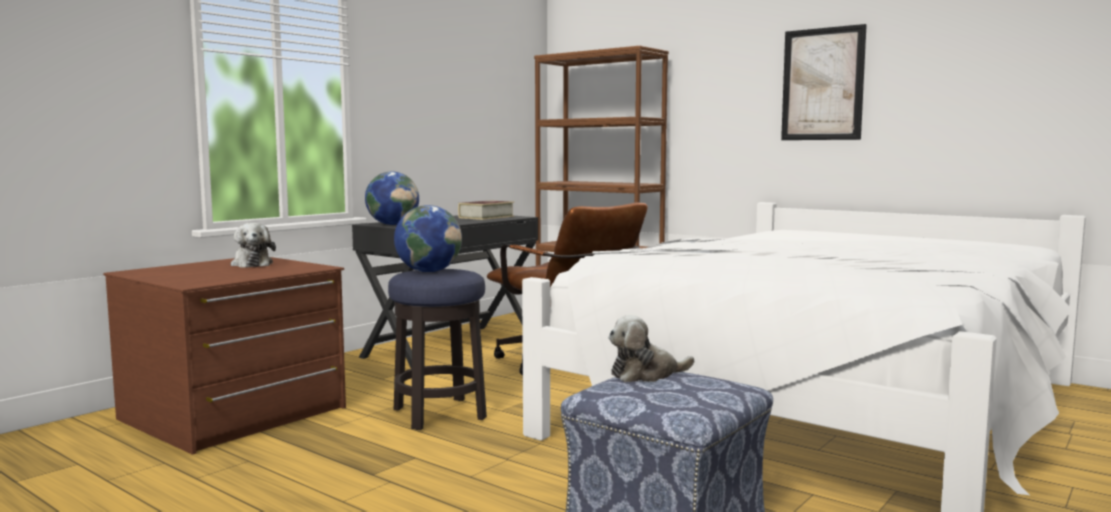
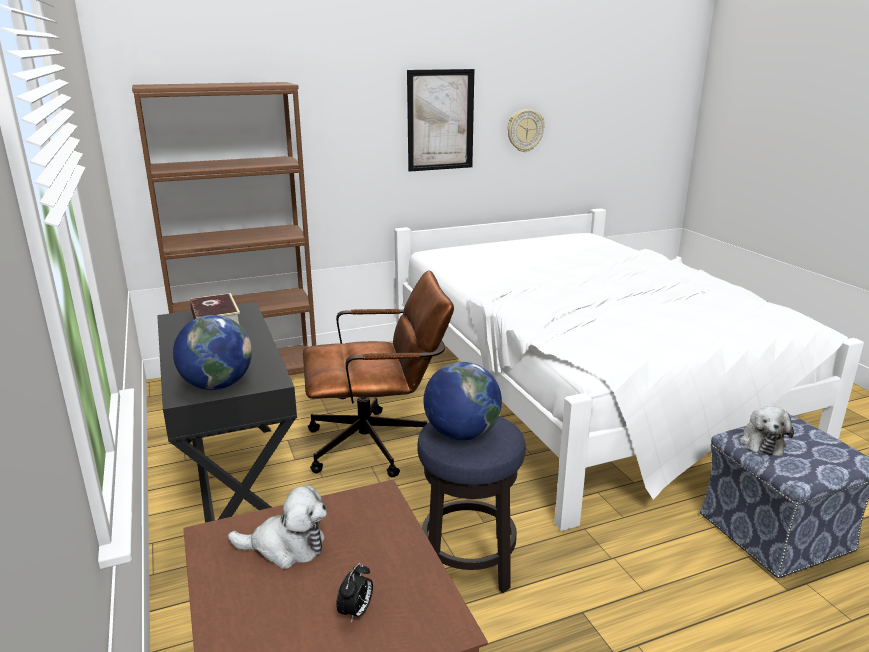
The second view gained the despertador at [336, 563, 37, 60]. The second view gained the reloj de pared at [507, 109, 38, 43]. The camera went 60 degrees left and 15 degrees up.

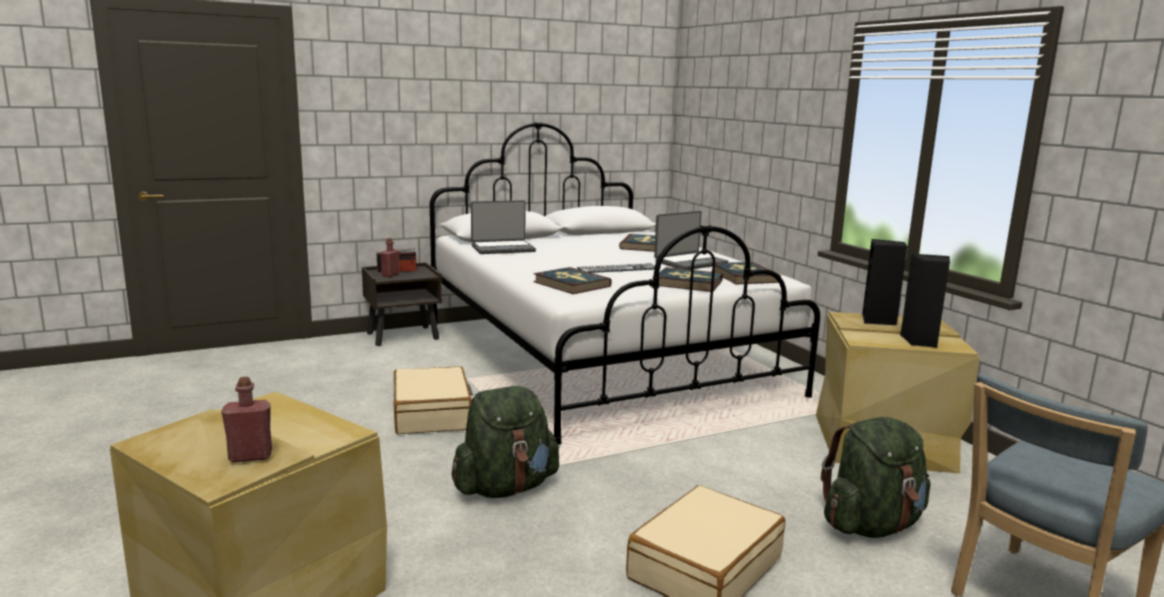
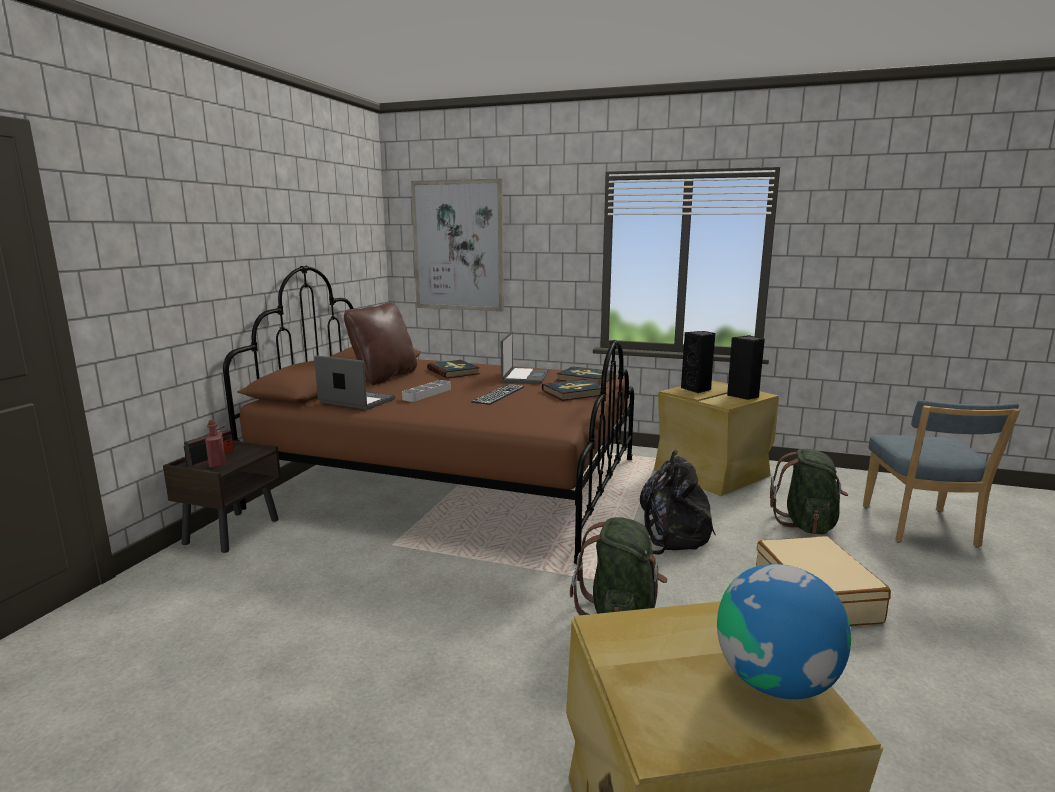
What was the cama (blanco) at [430, 122, 390, 323] turned into the cama (marrón) at [223, 266, 411, 298]. The portátil at [471, 200, 65, 54] ended up facing another way, 90 degrees counterclockwise from before. The second view gained the cojín (marrón) at [344, 303, 73, 82]. The second view gained the bandeja (gris) at [402, 380, 49, 22]. The second view gained the cuadro at [411, 178, 93, 134]. The second view gained the mochila (negro) at [640, 450, 76, 105]. Where the botella (rojo) stood at [221, 377, 51, 86], the globo terráqueo came to stand at [717, 564, 134, 135]. The second view lost the maleta (beis) at [393, 366, 80, 68]. The second view lost the libro at [533, 267, 79, 27]. The camera went 45 degrees left and 0 degrees up.

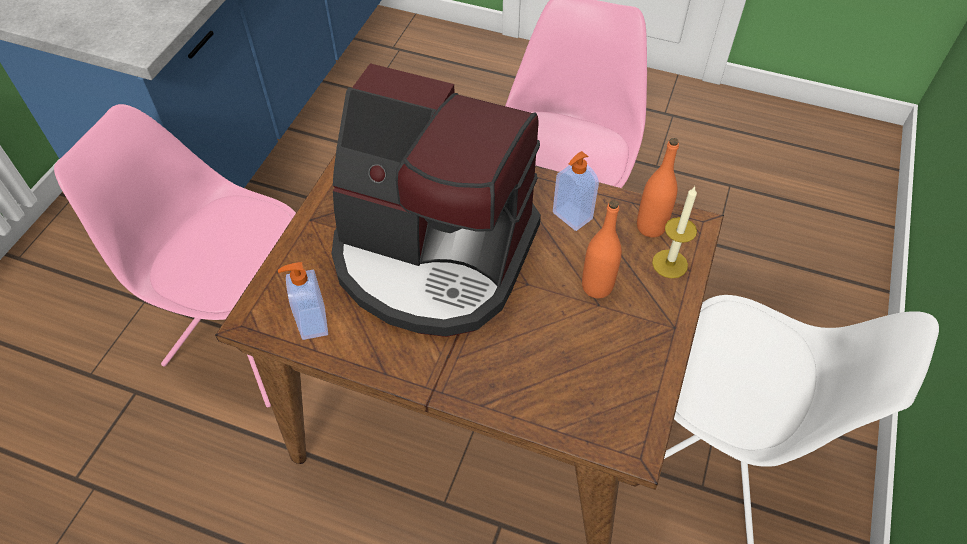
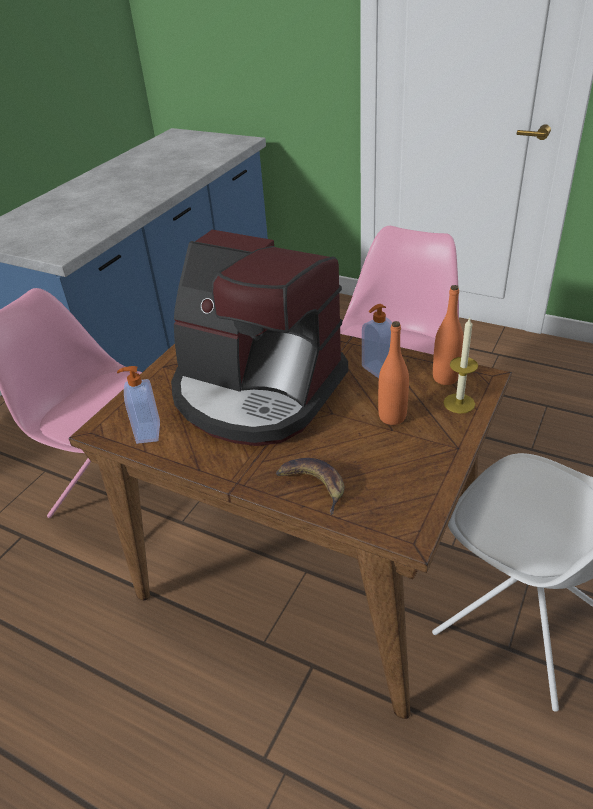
The second view gained the plátano at [276, 458, 69, 57]. The camera went 10 degrees right and 15 degrees down.

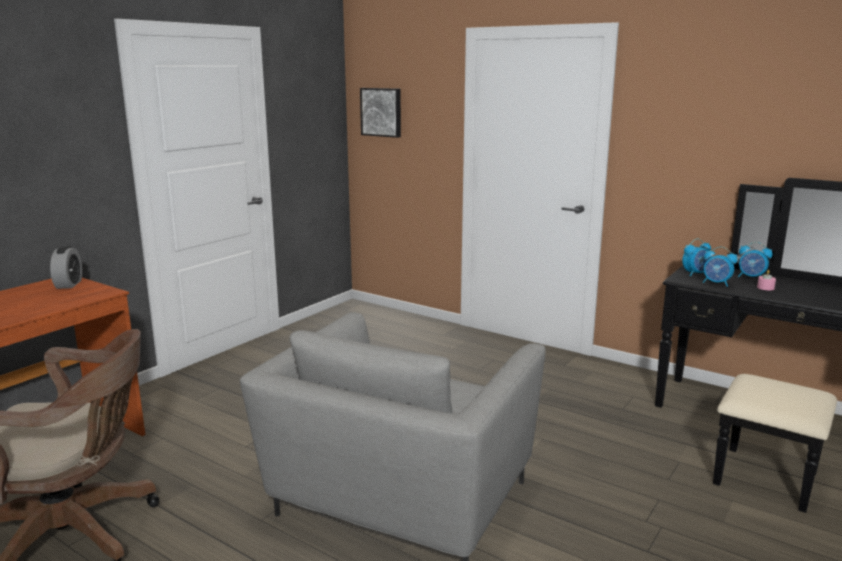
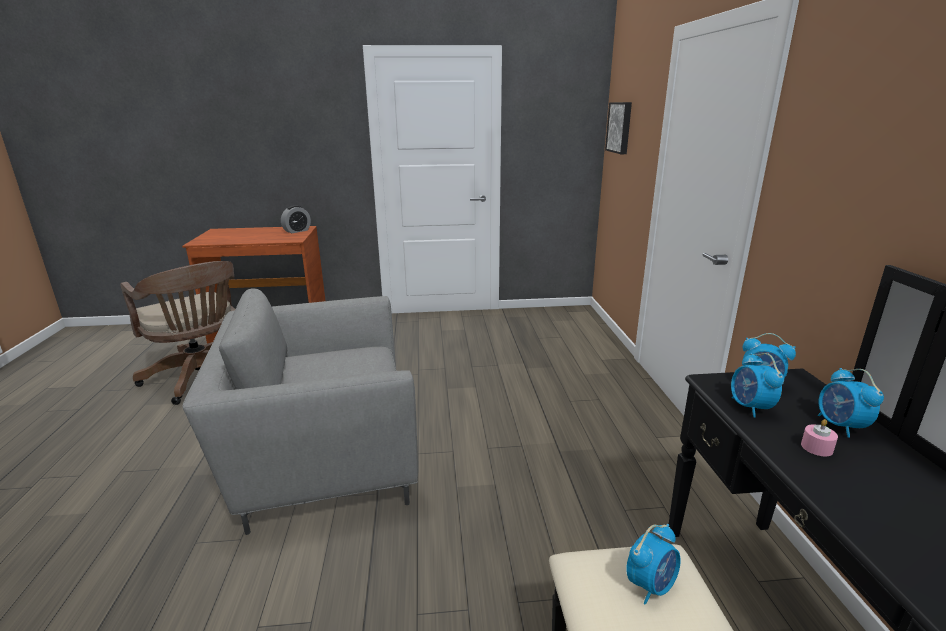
The second view gained the despertador at [626, 524, 55, 81]. The camera went 50 degrees right and 5 degrees up.

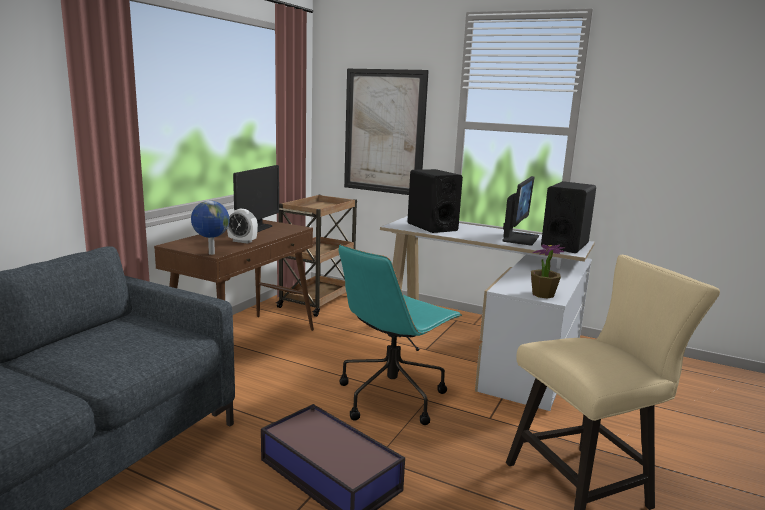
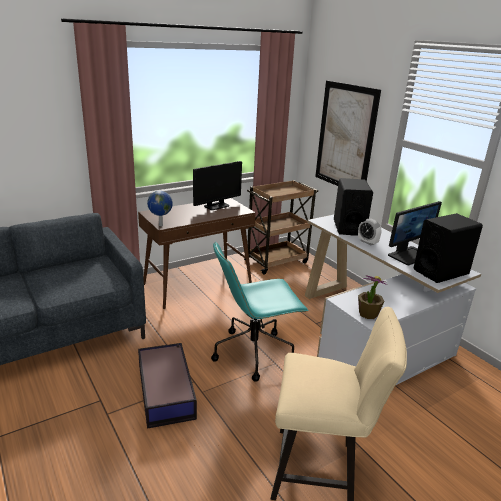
The despertador ended up elsewhere, having gone from [227, 209, 31, 35] to [358, 218, 23, 27]. The camera went 30 degrees right and 10 degrees up.

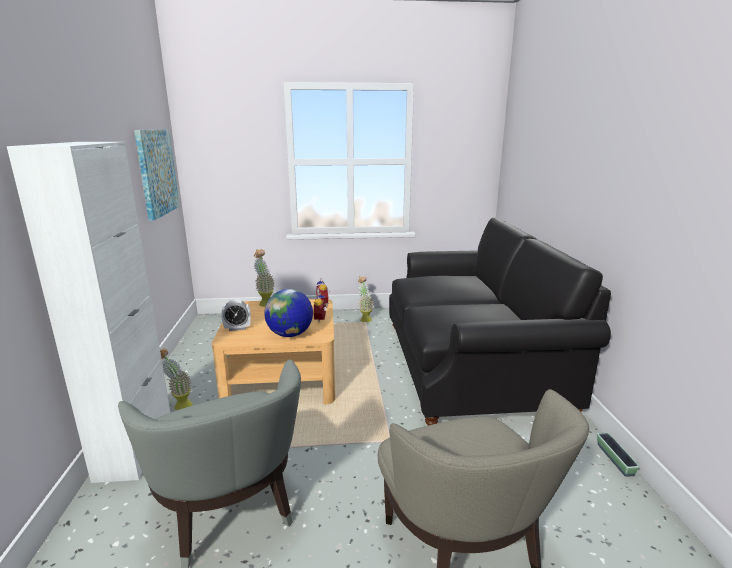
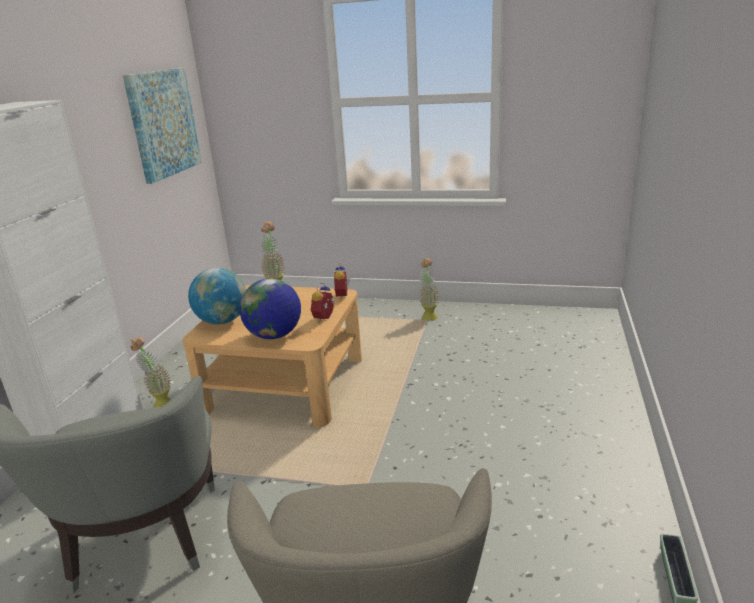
Where the despertador stood at [221, 299, 30, 32], the globo terráqueo came to stand at [188, 267, 58, 57]. The second view lost the sofá (negro) at [389, 218, 222, 207]. The camera went 20 degrees right and 5 degrees up.

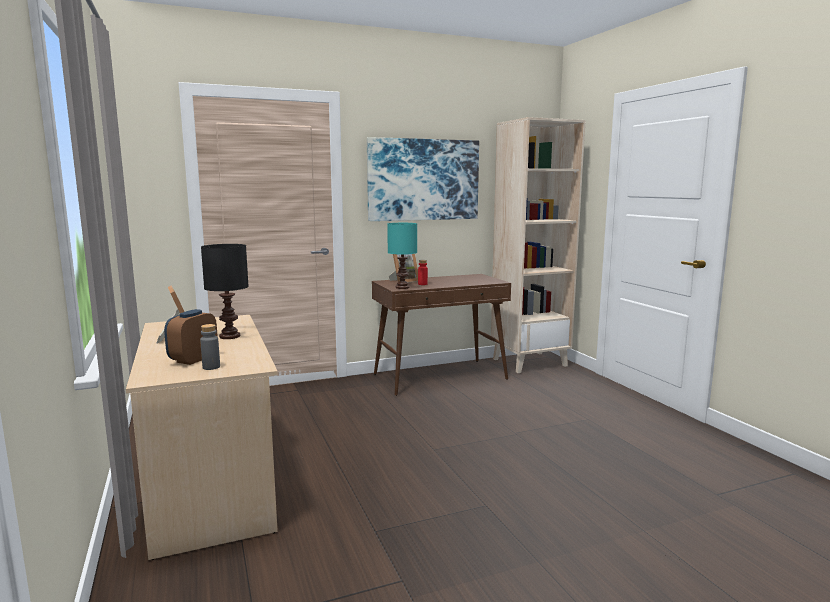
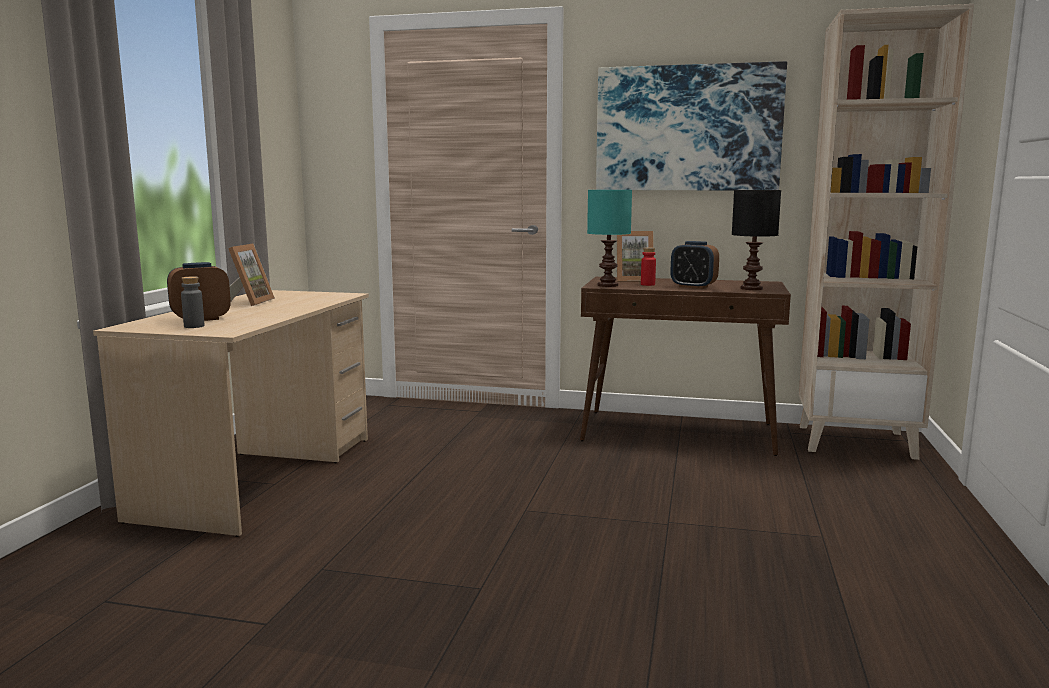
The second view gained the despertador at [670, 241, 49, 48]. The lámpara de mesa (negro) ended up elsewhere, having gone from [201, 244, 48, 95] to [732, 190, 49, 100]. The camera went 35 degrees right and 0 degrees up.

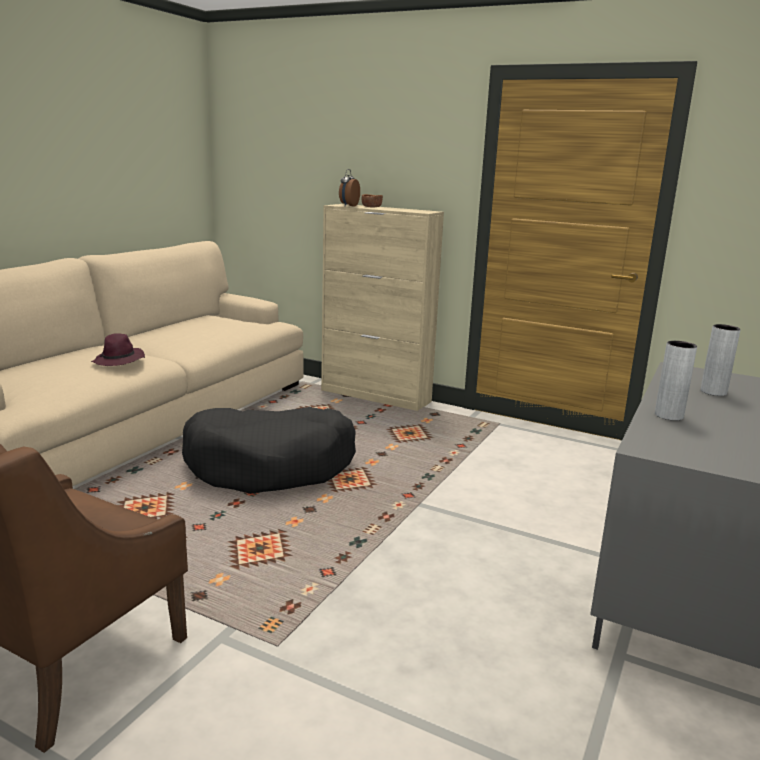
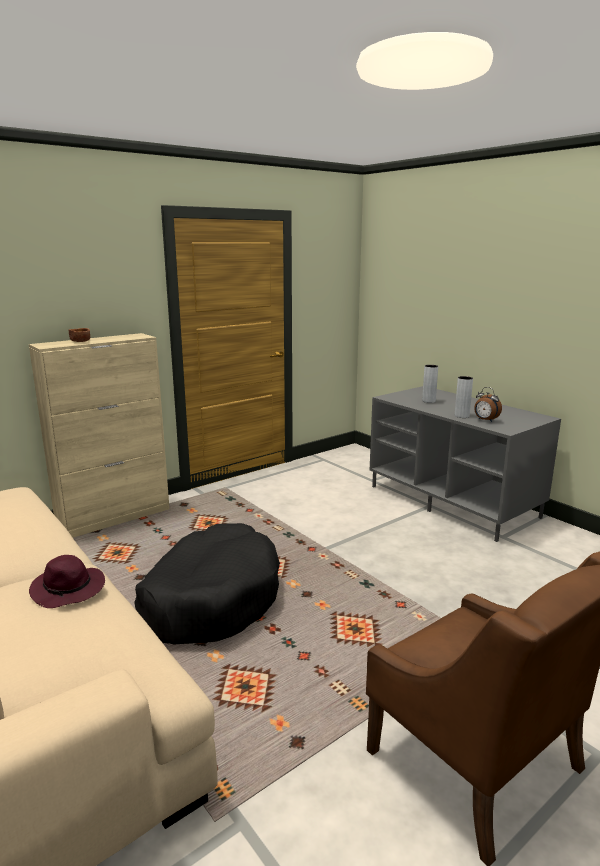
The despertador ended up elsewhere, having gone from [339, 169, 21, 37] to [474, 387, 28, 35]. The camera went 65 degrees left and 0 degrees up.

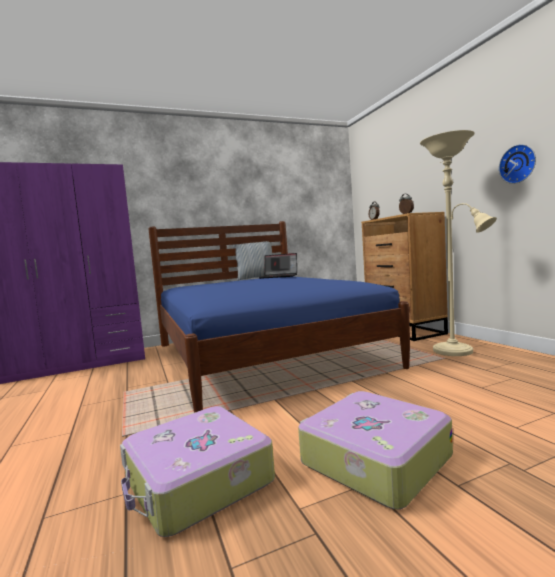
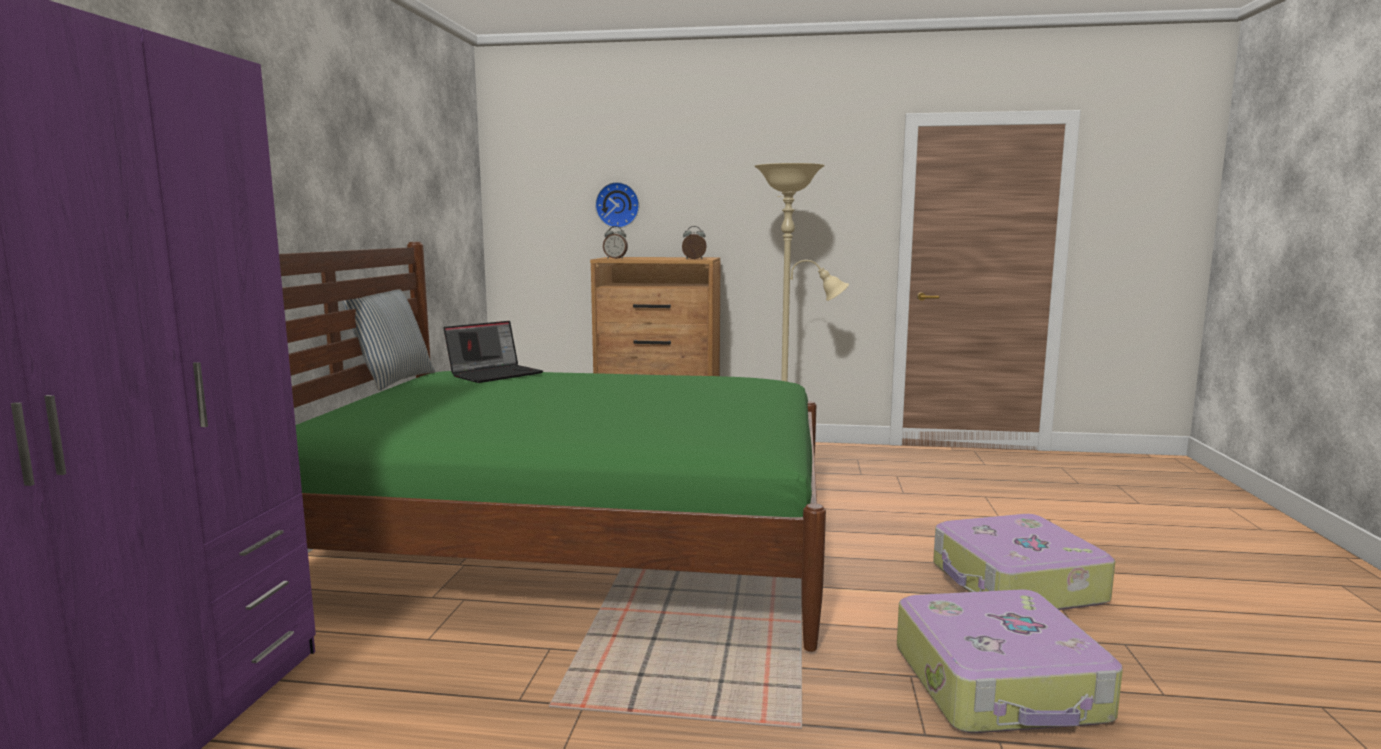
What was the cama (azul) at [148, 221, 262, 192] turned into the cama (verde) at [279, 242, 547, 410]. The reloj de pared ended up elsewhere, having gone from [499, 144, 37, 40] to [595, 182, 44, 46]. The camera went 60 degrees left and 5 degrees up.

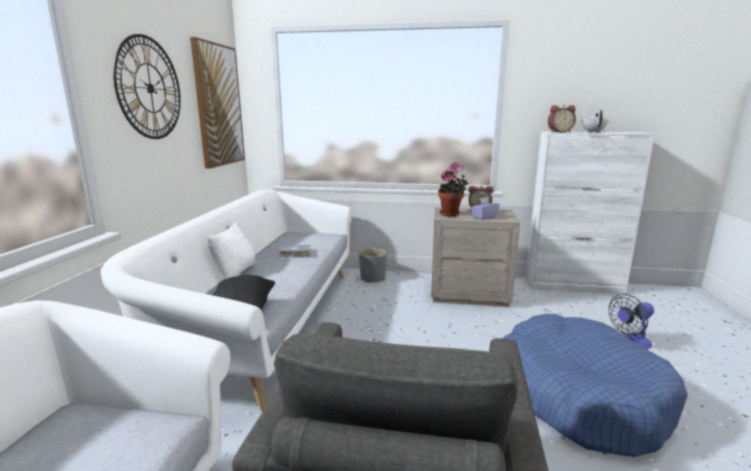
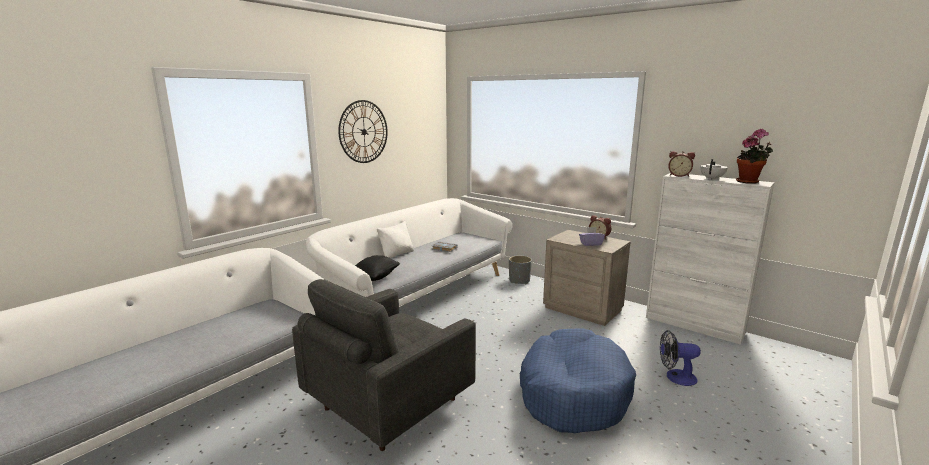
The planta en maceta ended up elsewhere, having gone from [438, 162, 31, 54] to [736, 129, 37, 55]. The second view lost the cuadro at [190, 37, 55, 132]. The camera went 30 degrees right and 0 degrees up.

